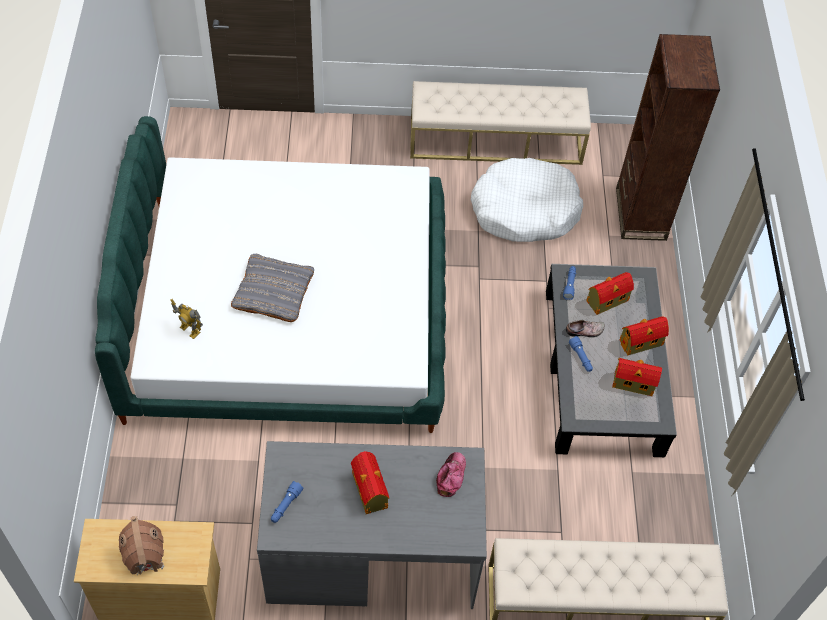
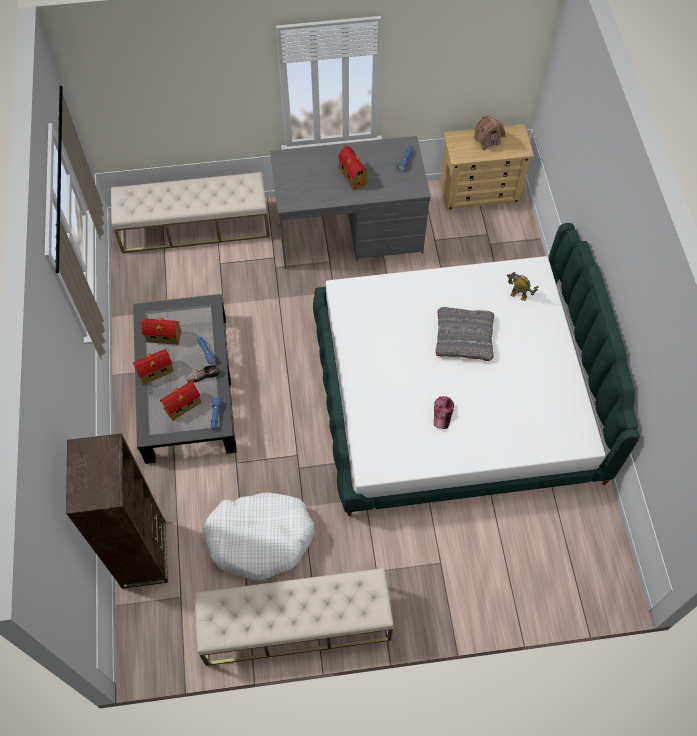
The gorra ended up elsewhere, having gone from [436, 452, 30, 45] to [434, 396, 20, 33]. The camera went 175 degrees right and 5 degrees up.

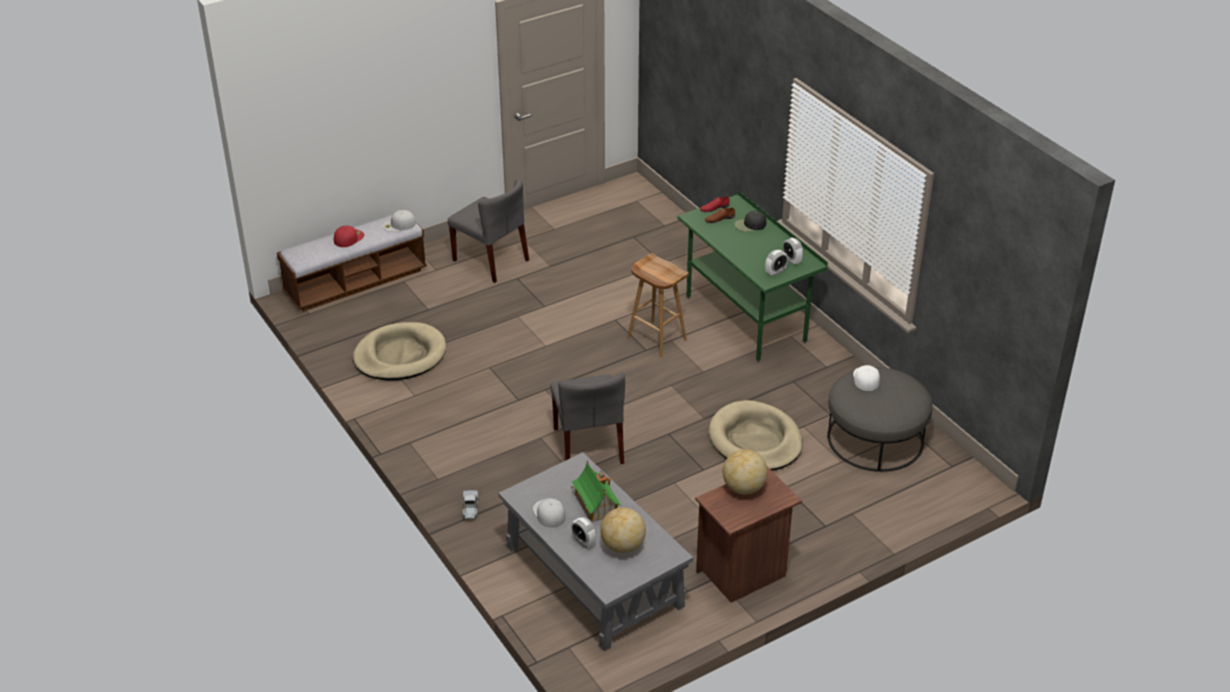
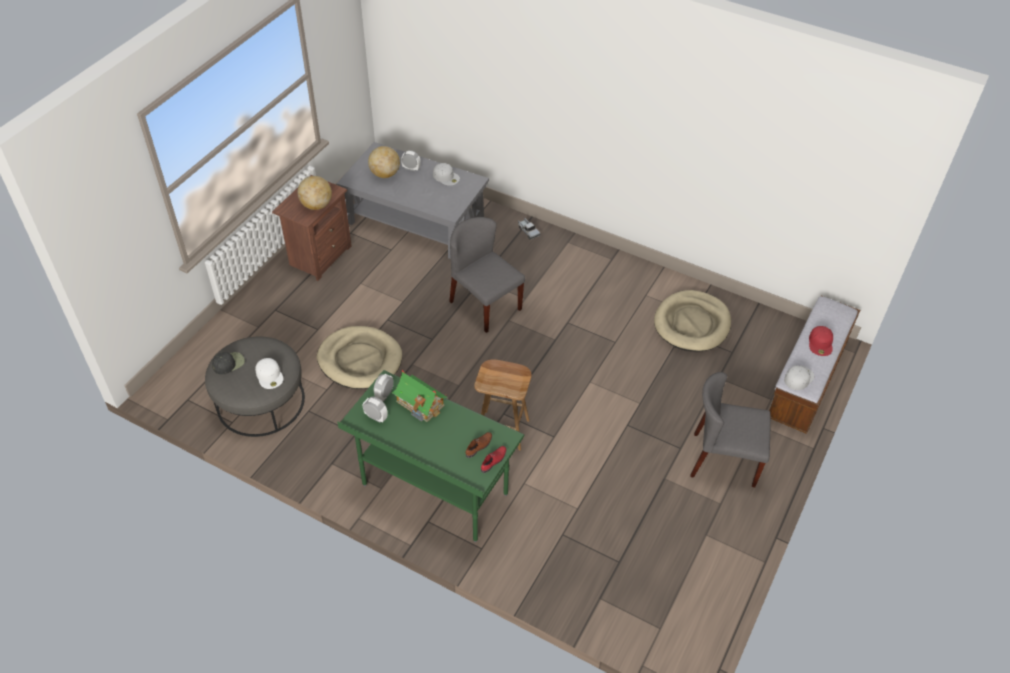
The gorra (negro) ended up elsewhere, having gone from [735, 210, 32, 22] to [212, 352, 33, 23]. The casita ended up elsewhere, having gone from [571, 460, 51, 62] to [392, 370, 56, 52]. The camera went 150 degrees right and 10 degrees up.

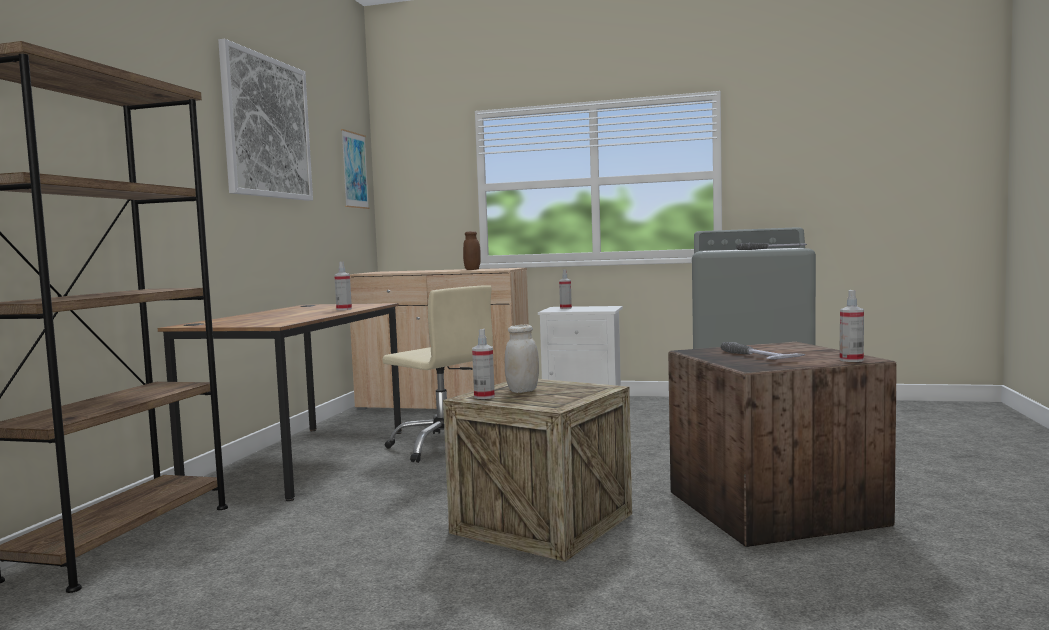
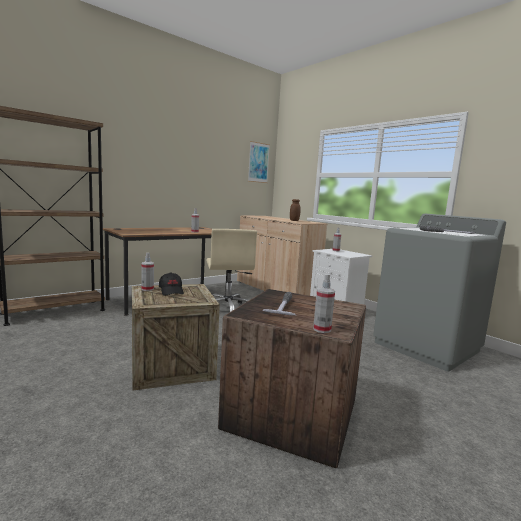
Where the tarro (blanco) stood at [505, 324, 34, 69], the gorra (negro) came to stand at [159, 272, 25, 23]. The second view lost the cuadro at [218, 39, 95, 162]. The camera went 35 degrees right and 5 degrees up.

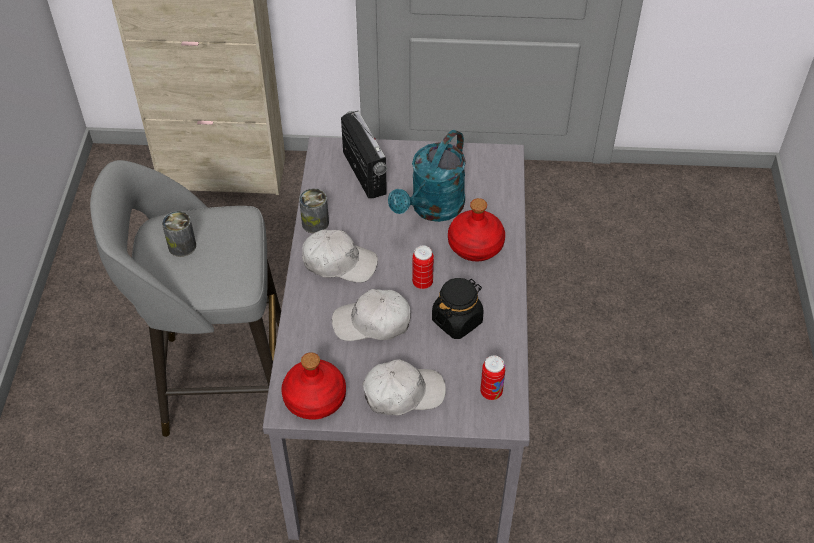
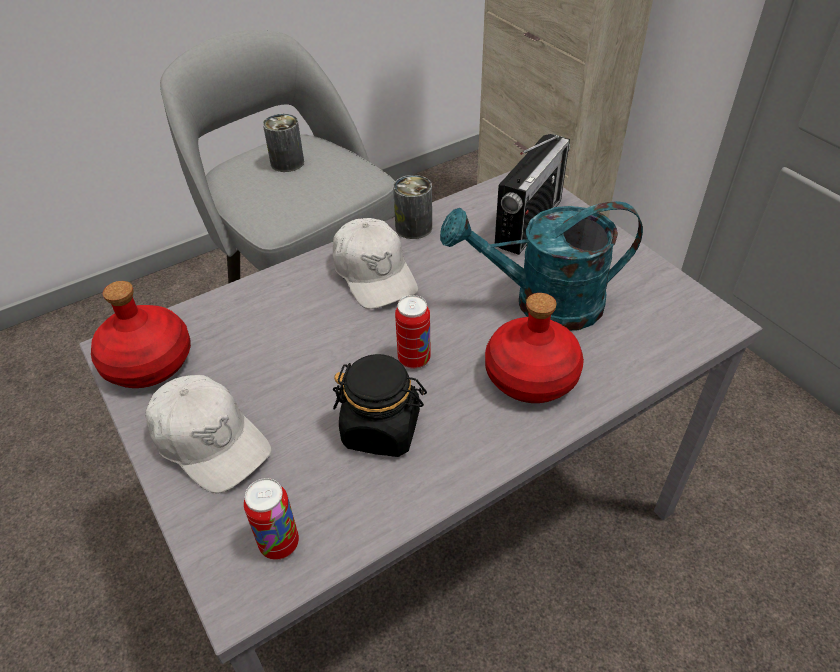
The second view lost the gorra (blanco) at [332, 289, 78, 52]. The camera went 55 degrees right and 5 degrees down.

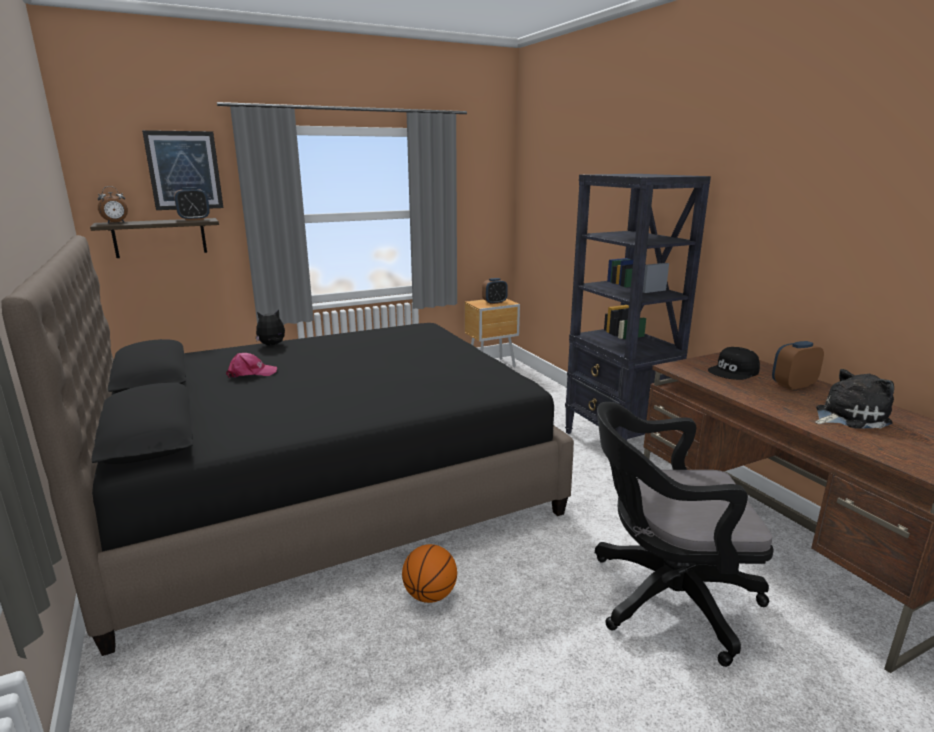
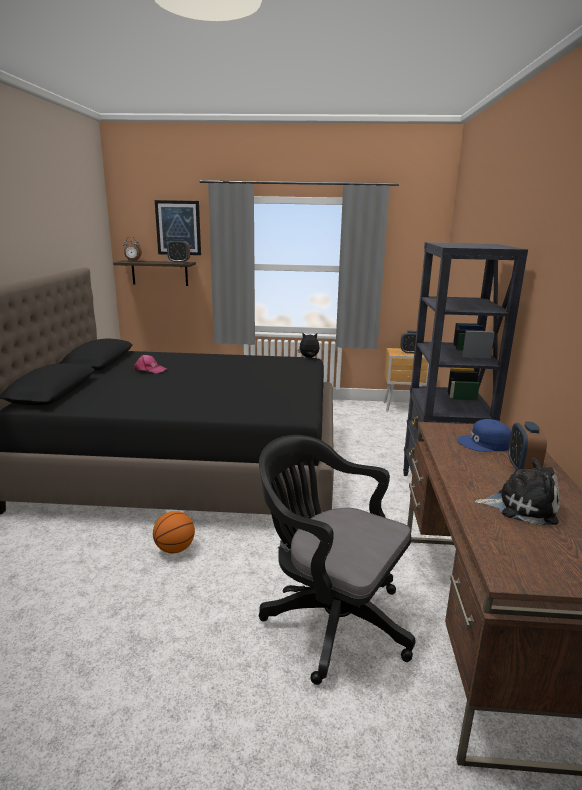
The peluche ended up elsewhere, having gone from [256, 310, 29, 35] to [298, 333, 21, 25]. What was the gorra (negro) at [708, 347, 52, 33] turned into the gorra (azul) at [457, 419, 54, 33]. The despertador at [772, 341, 52, 49] ended up facing another way, 90 degrees counterclockwise from before. The camera went 30 degrees right and 0 degrees up.

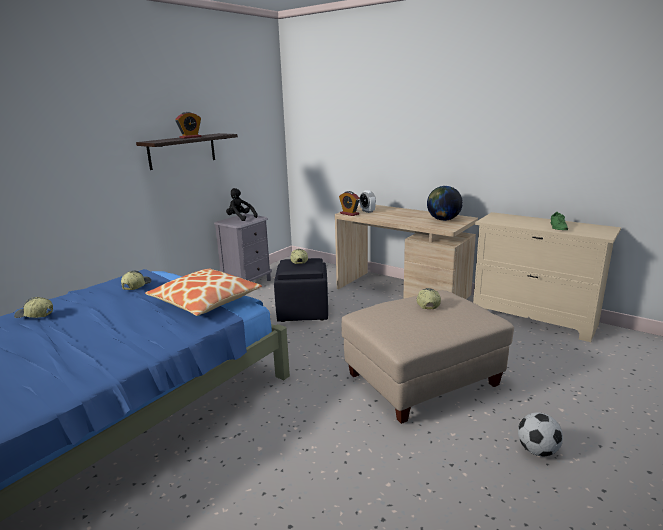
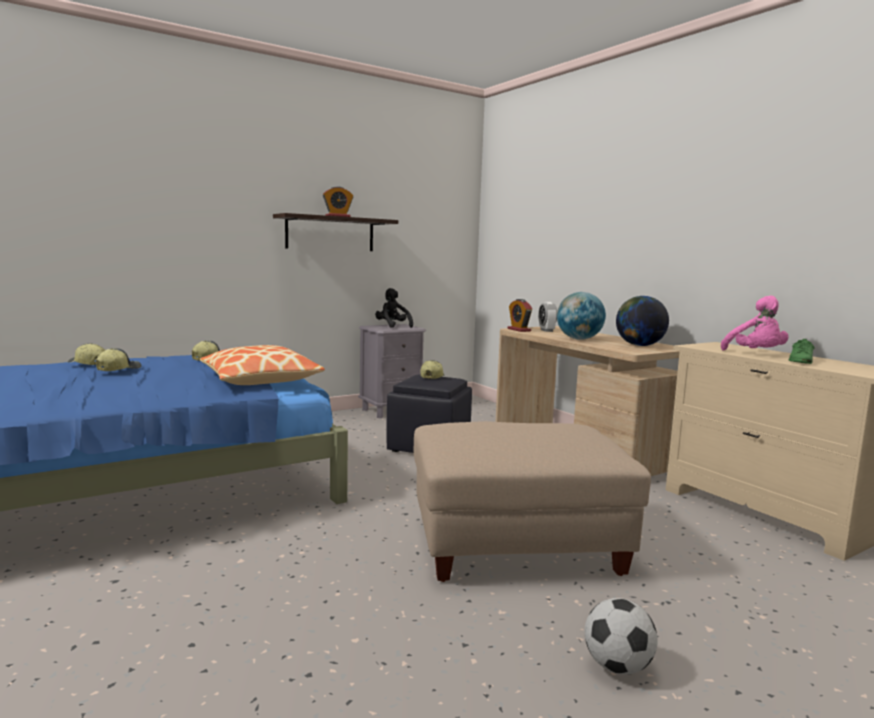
The gorra ended up elsewhere, having gone from [416, 288, 25, 21] to [96, 348, 46, 23]. The second view gained the globo terráqueo at [557, 292, 49, 48]. The second view gained the peluche (rosa) at [721, 296, 68, 55]. The camera went 20 degrees right and 10 degrees down.

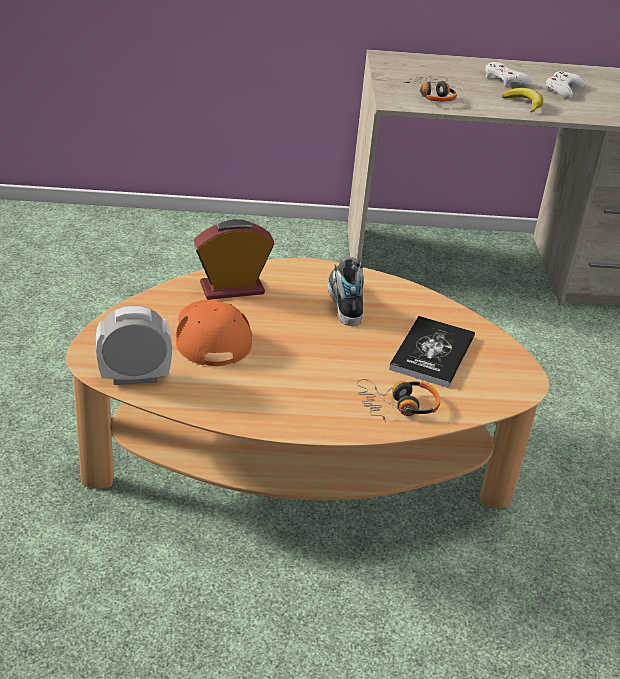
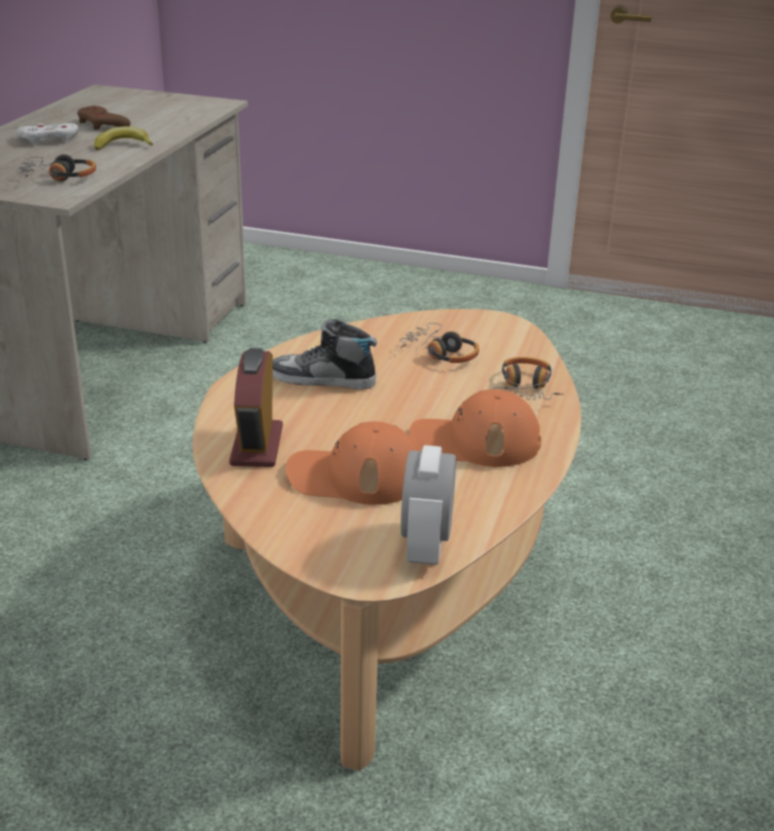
What was the mando de consola (blanco) at [545, 71, 41, 28] turned into the mando de consola (marrón) at [77, 106, 54, 24]. Where the libro stood at [389, 316, 86, 72], the auriculares came to stand at [400, 323, 79, 40]. The second view gained the gorra (naranja) at [410, 389, 131, 78]. The camera went 70 degrees left and 5 degrees down.

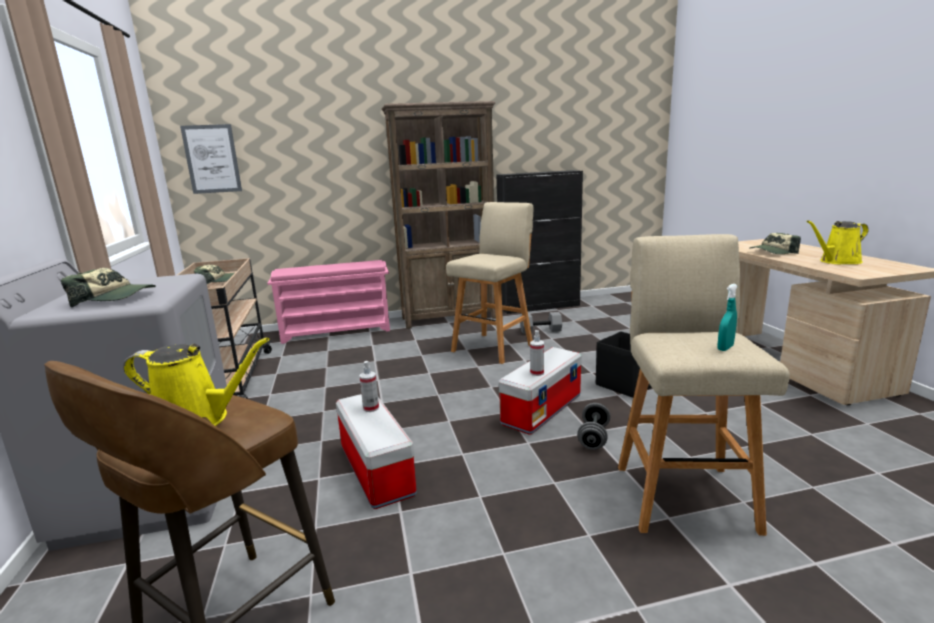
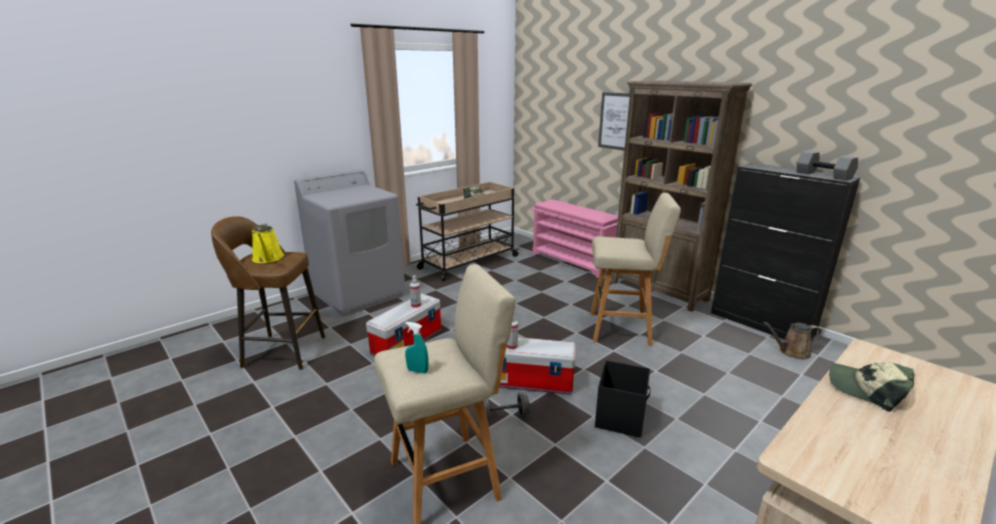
The cuadro ended up elsewhere, having gone from [180, 124, 62, 70] to [598, 92, 31, 58]. The second view gained the regadera (marrón) at [763, 322, 59, 37]. The mancuerna (gris) ended up elsewhere, having gone from [520, 312, 42, 22] to [797, 151, 61, 30]. The second view lost the gorra at [61, 268, 95, 40]. The second view lost the regadera (amarillo) at [806, 220, 63, 45]. The camera went 60 degrees right and 5 degrees up.

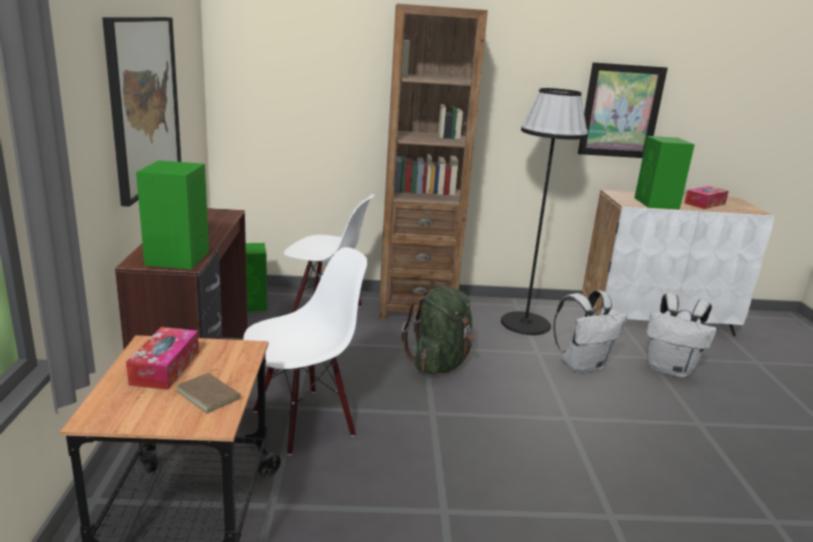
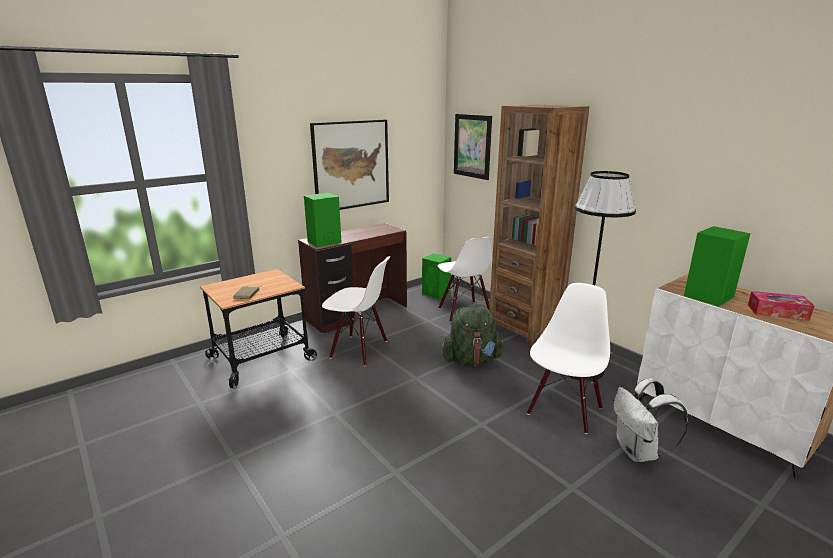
The cuadro ended up elsewhere, having gone from [578, 62, 90, 96] to [454, 114, 38, 66]. Where the mochila (blanco) stood at [553, 290, 75, 84], the silla (blanco) came to stand at [527, 283, 83, 151]. The second view lost the caja de pañuelos at [126, 327, 73, 63]. The camera went 55 degrees right and 0 degrees up.

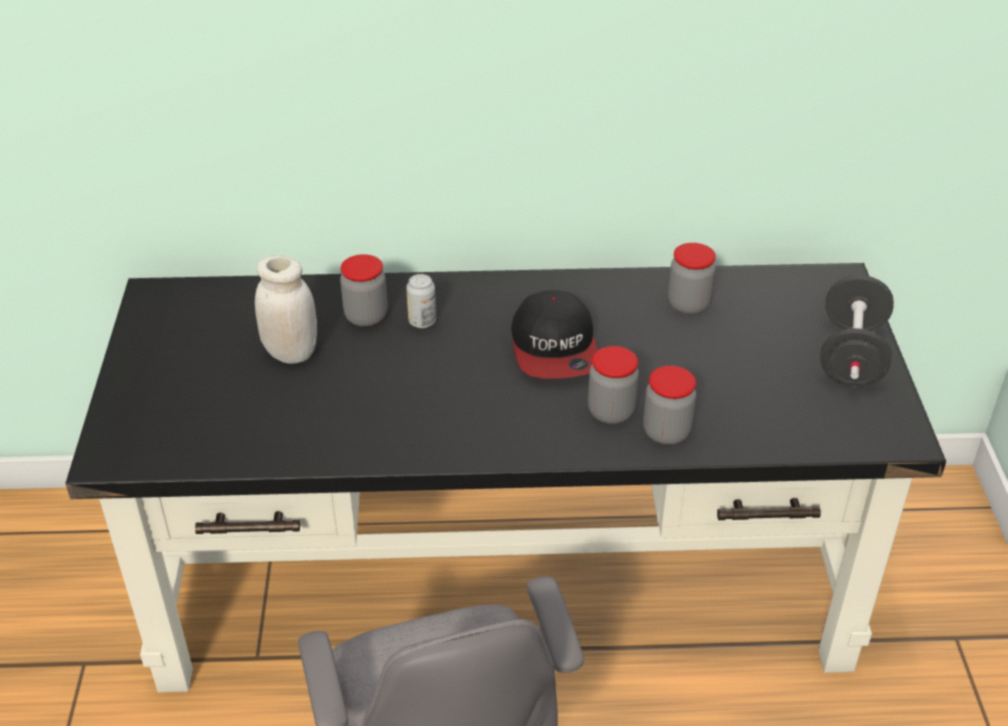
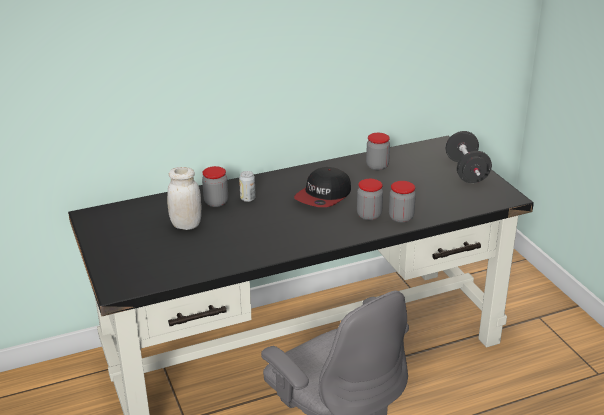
The gorra at [511, 290, 87, 89] ended up facing another way, 60 degrees clockwise from before. The camera went 20 degrees left and 10 degrees down.

